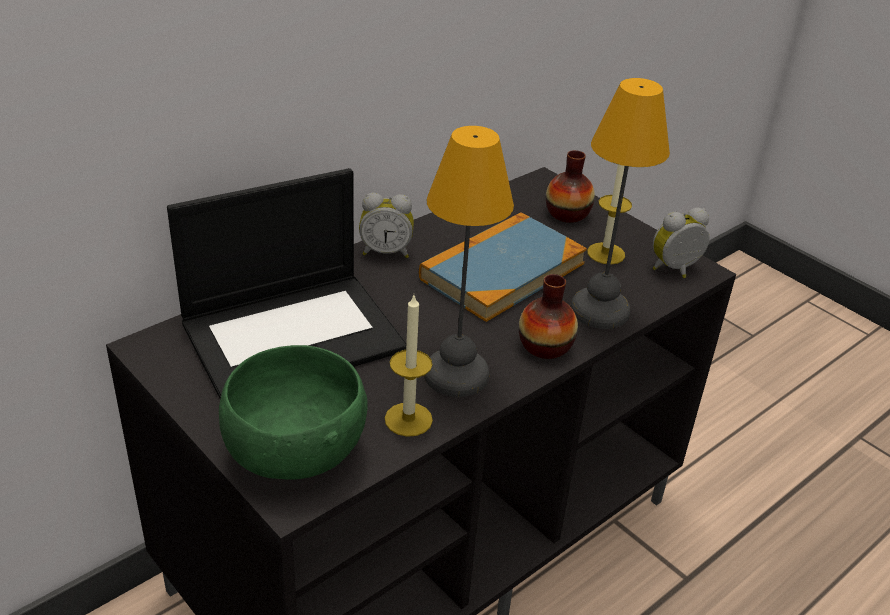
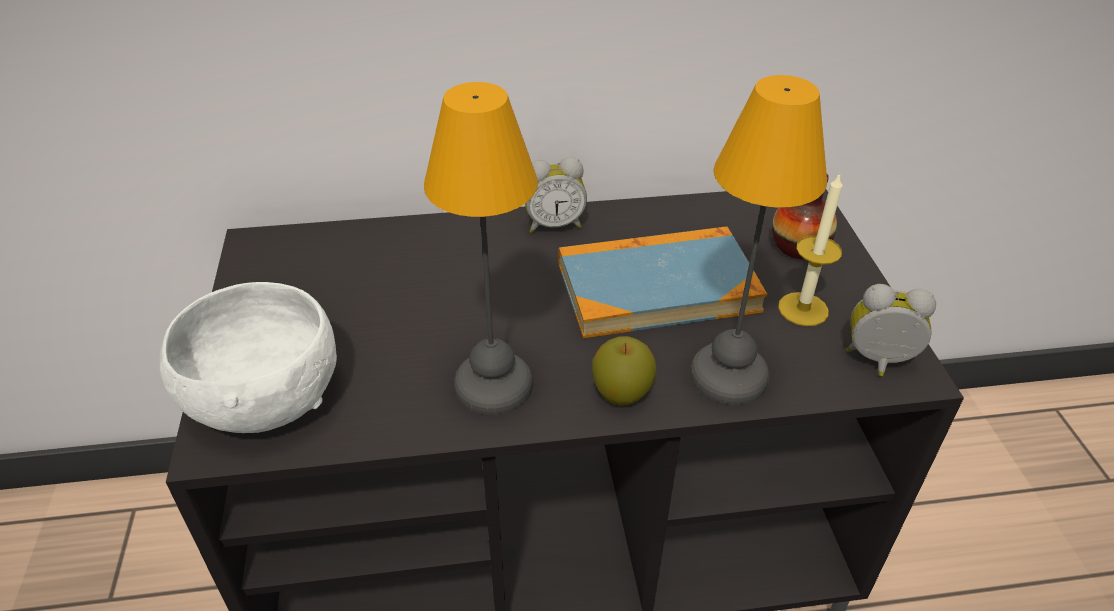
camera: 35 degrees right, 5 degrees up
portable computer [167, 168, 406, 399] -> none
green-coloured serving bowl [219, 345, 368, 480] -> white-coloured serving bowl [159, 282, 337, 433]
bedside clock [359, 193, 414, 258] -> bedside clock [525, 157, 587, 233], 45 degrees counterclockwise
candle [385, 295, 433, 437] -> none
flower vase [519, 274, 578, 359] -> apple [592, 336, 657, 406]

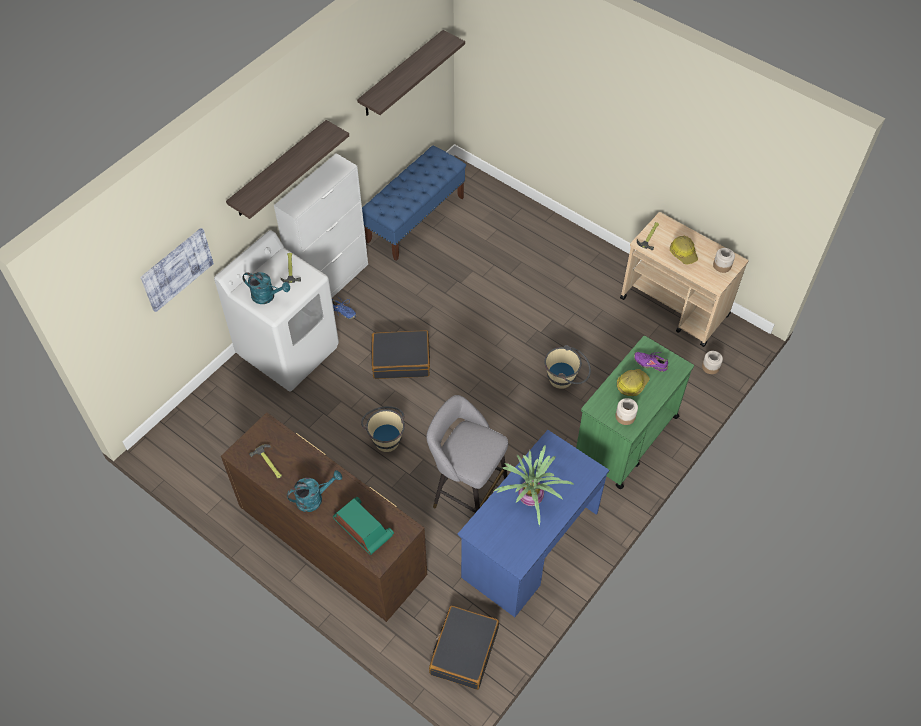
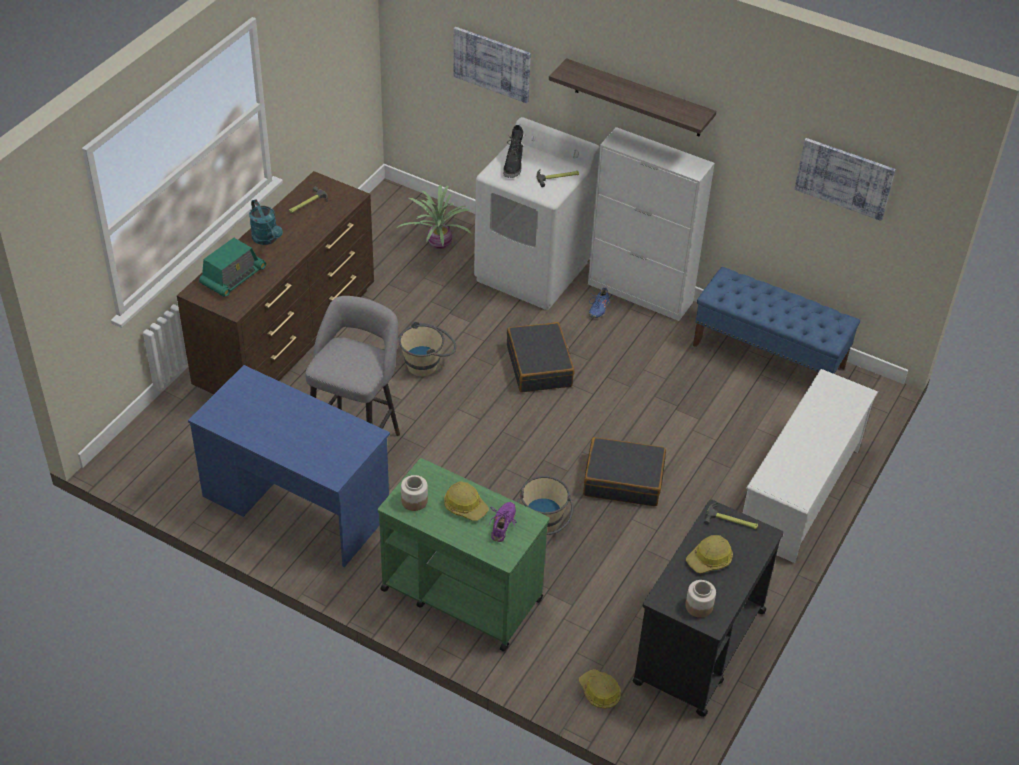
camera: 80 degrees right, 10 degrees down
turquoise sprinkling can [242, 272, 290, 304] -> blackish boot [503, 125, 524, 178]
bracket shelf [357, 30, 465, 115] -> picture [795, 138, 896, 221]
blackish piece of luggage [429, 605, 499, 690] -> blackish piece of luggage [583, 437, 666, 506], shifted
houseplant [494, 445, 574, 526] -> houseplant [397, 184, 471, 249], shifted
beige wheeled cart [620, 212, 749, 347] -> blackish wheeled cart [632, 499, 784, 717]
jar [702, 351, 723, 374] -> safety helmet [579, 669, 621, 709]
none -> white-coloured shoe shelf [743, 369, 878, 563]

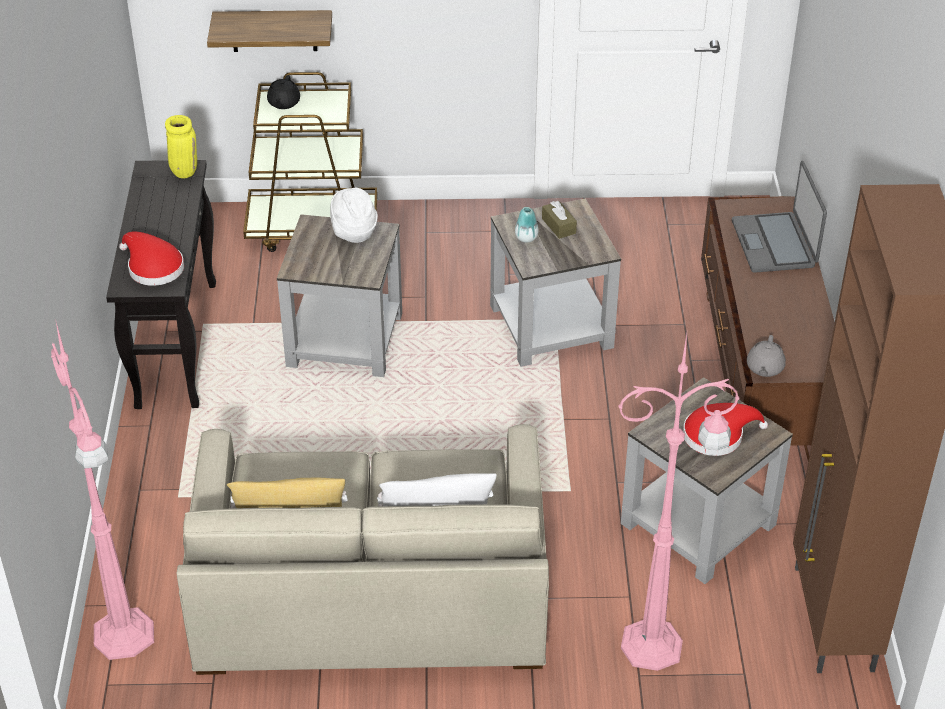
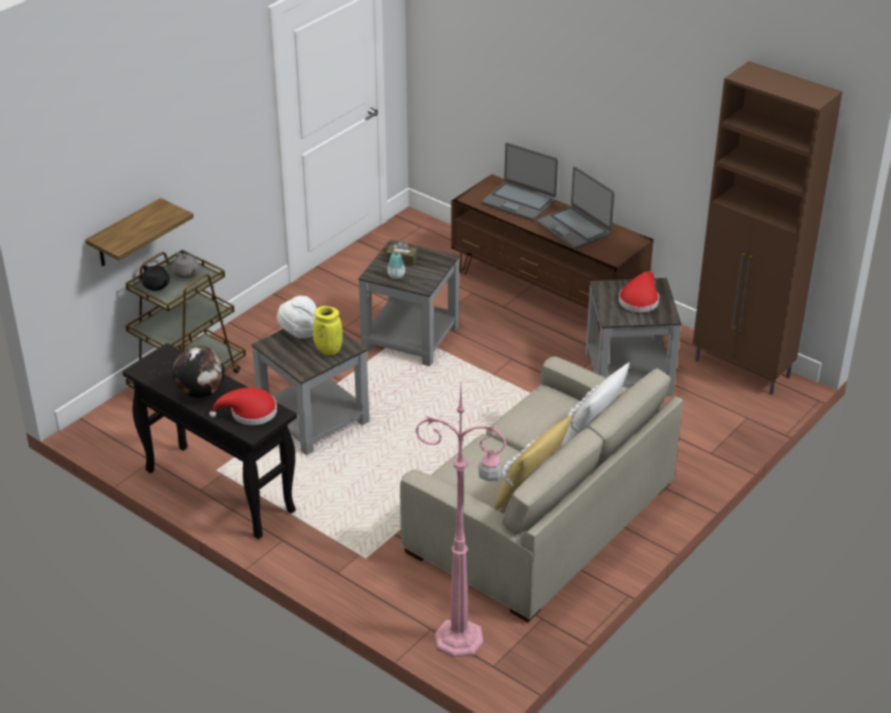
camera: 50 degrees left, 5 degrees down
yellow-coloured flower vase [165, 115, 197, 178] -> yellow-coloured flower vase [313, 306, 343, 356], shifted
pink-coloured standard lamp [618, 334, 739, 671] -> none
greyish teapot [747, 335, 786, 377] -> greyish teapot [172, 252, 200, 278], shifted
none -> world globe [173, 346, 225, 398]
none -> portable computer [537, 166, 615, 249]

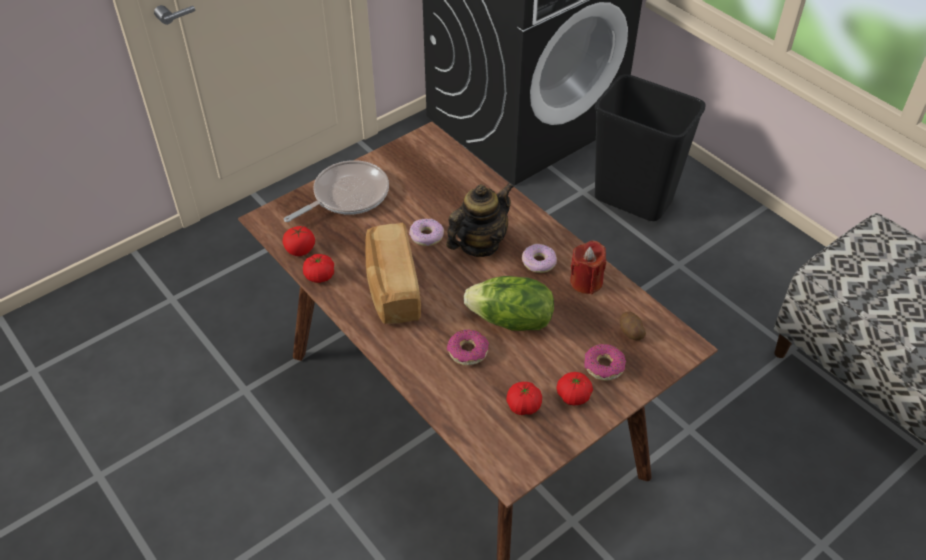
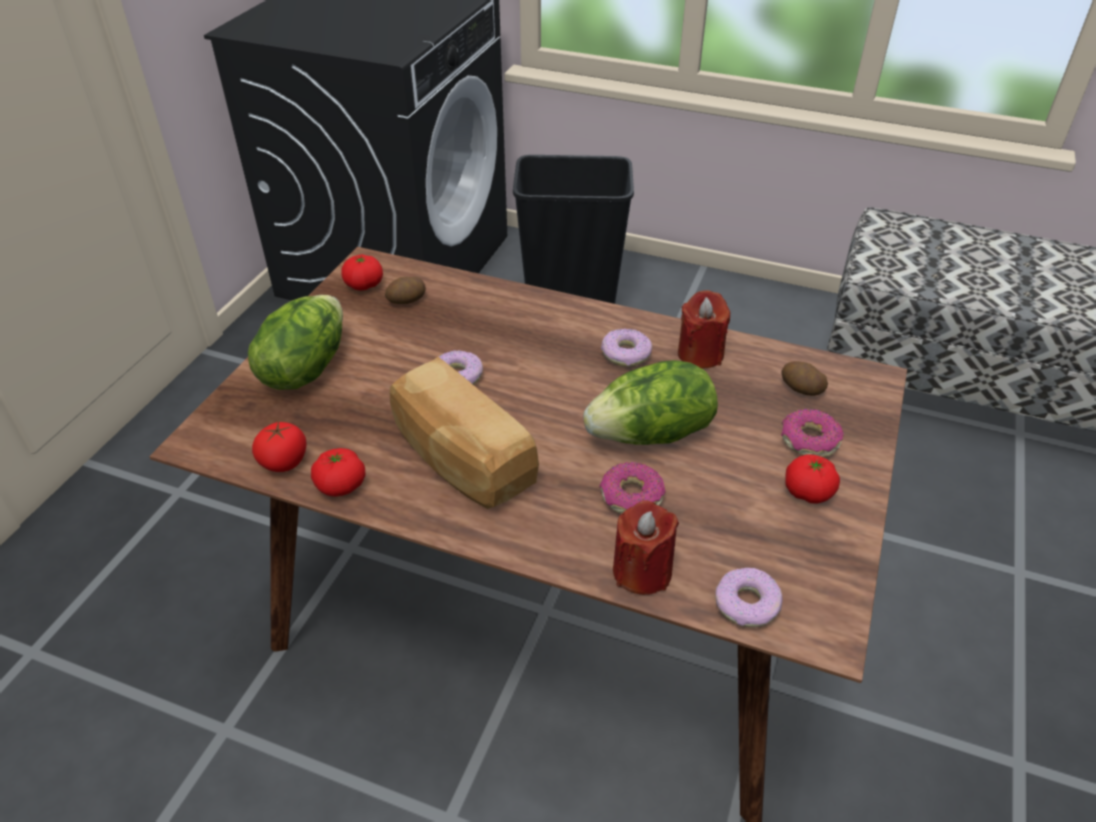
camera: 30 degrees left, 5 degrees down
pan [284, 160, 389, 222] -> head of lettuce [248, 295, 343, 390]
teapot [446, 183, 514, 257] -> none
fresh tomato [506, 382, 542, 415] -> fresh tomato [341, 254, 383, 290], shifted
none -> spud [385, 277, 426, 304]
none -> red candle [613, 500, 679, 595]
none -> ring doughnut [715, 568, 783, 628]

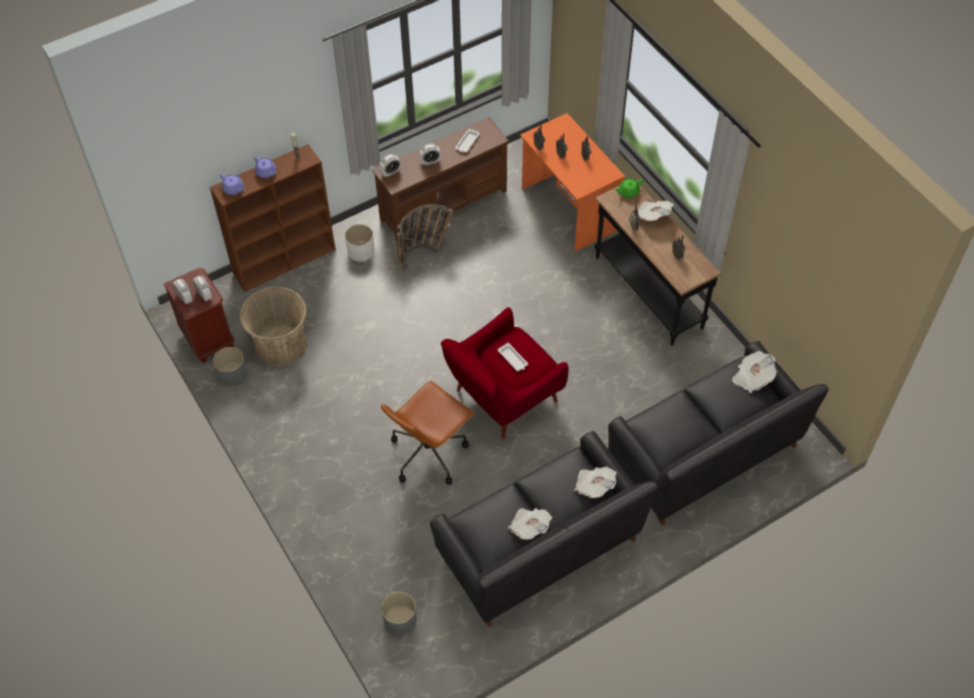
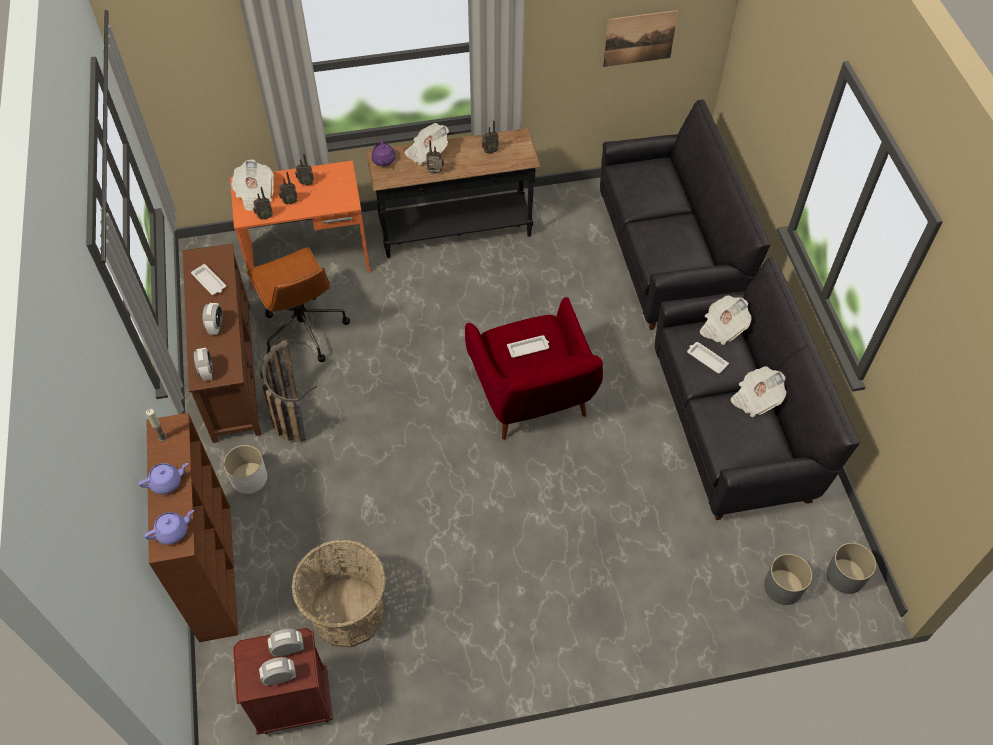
camera: 70 degrees left, 0 degrees up
greyish plant pot [213, 347, 247, 386] -> greyish plant pot [827, 543, 876, 594], shifted
brownish office chair [381, 381, 475, 485] -> brownish office chair [247, 247, 350, 362], shifted
green-coloured teapot [615, 178, 643, 198] -> purple-coloured teapot [371, 139, 396, 167]
printed paper [732, 351, 777, 393] -> printed paper [231, 160, 274, 211], shifted
none -> picture [603, 10, 678, 67]
none -> white-coloured tray [687, 342, 729, 374]

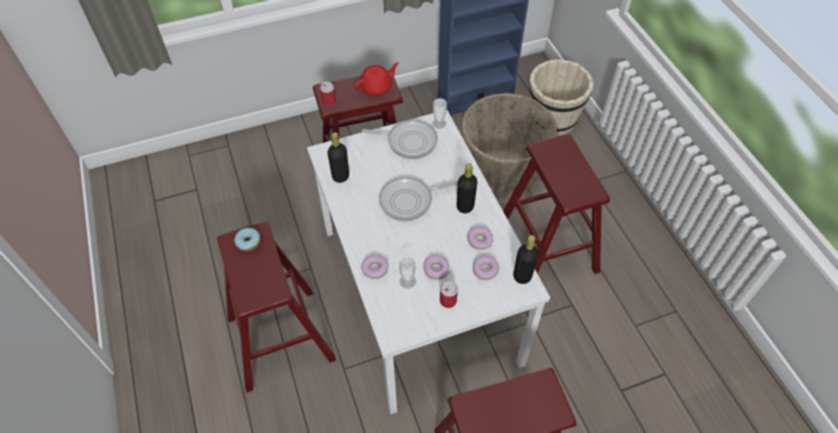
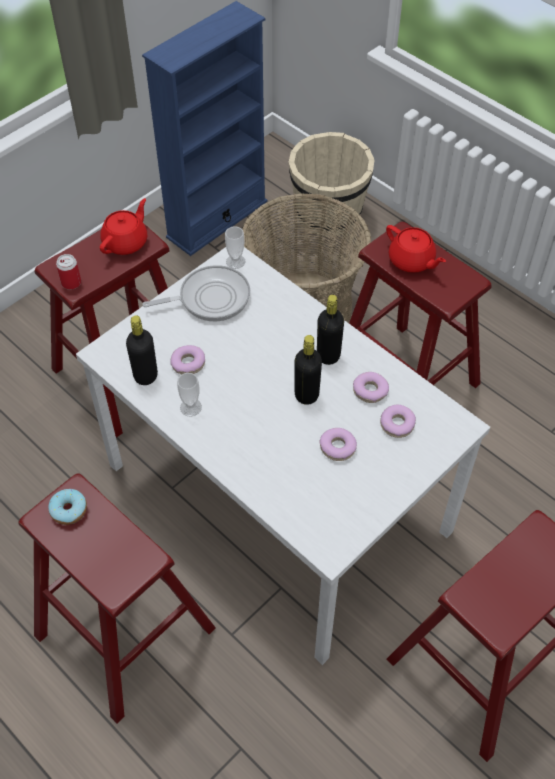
camera: 25 degrees left, 0 degrees up
ring doughnut [361, 255, 389, 279] -> ring doughnut [170, 345, 205, 374], shifted
pan [379, 177, 458, 221] -> none
cup [399, 257, 416, 289] -> cup [177, 373, 202, 417], shifted
sealed can [440, 281, 458, 308] -> none
blackish bottle [513, 235, 539, 284] -> blackish bottle [295, 335, 322, 405], shifted
none -> red teapot [386, 225, 446, 273]

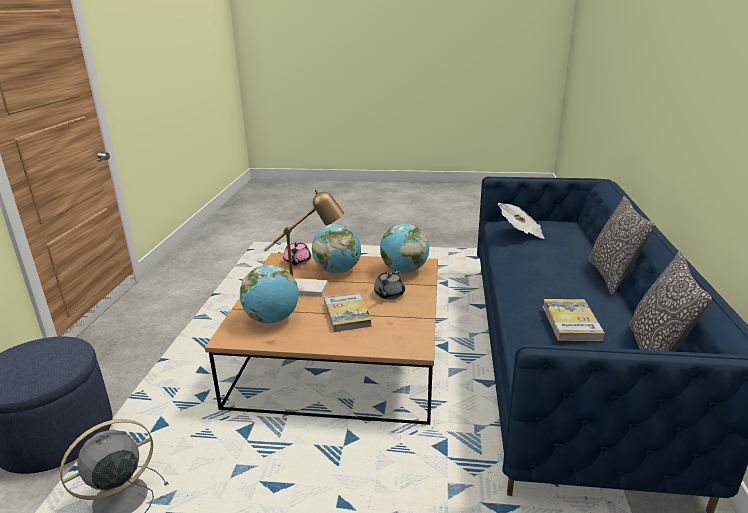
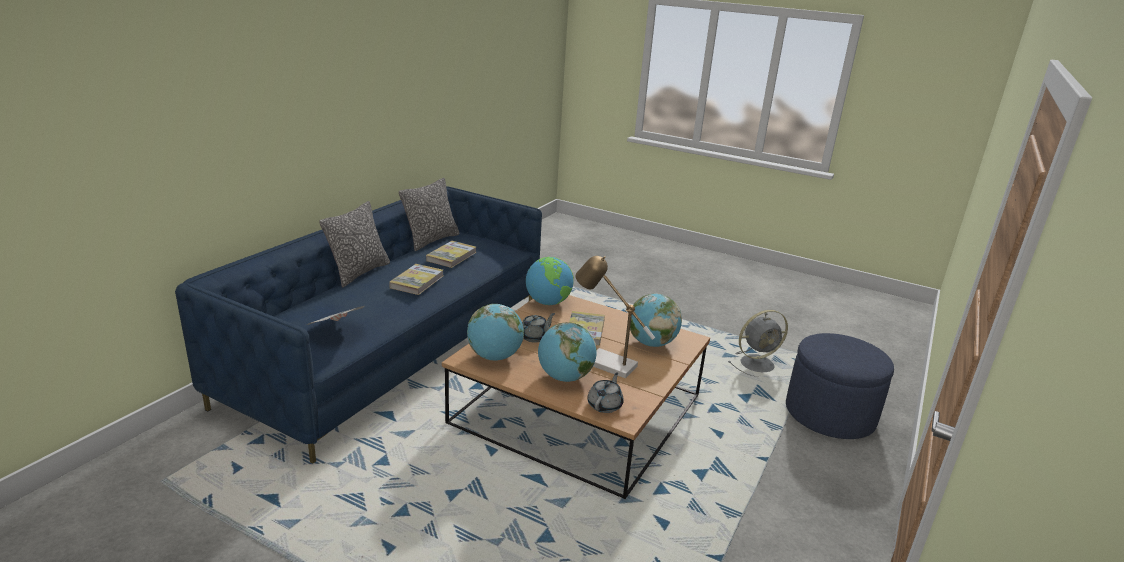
camera: 160 degrees left, 0 degrees up
pink-coloured teapot [283, 241, 311, 266] -> greyish teapot [587, 372, 624, 413]
none -> volume [389, 264, 443, 295]
none -> world globe [526, 257, 574, 305]

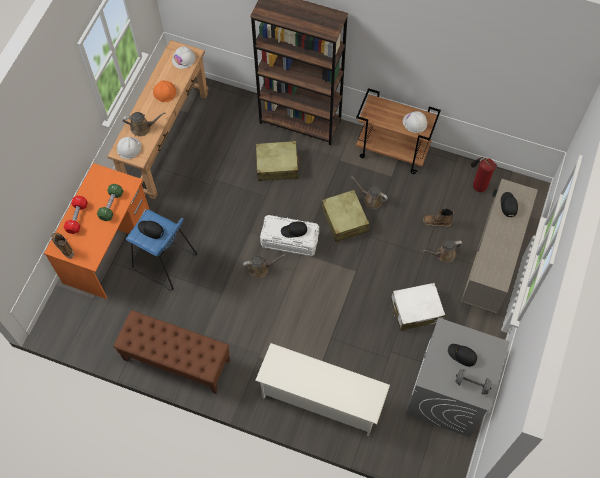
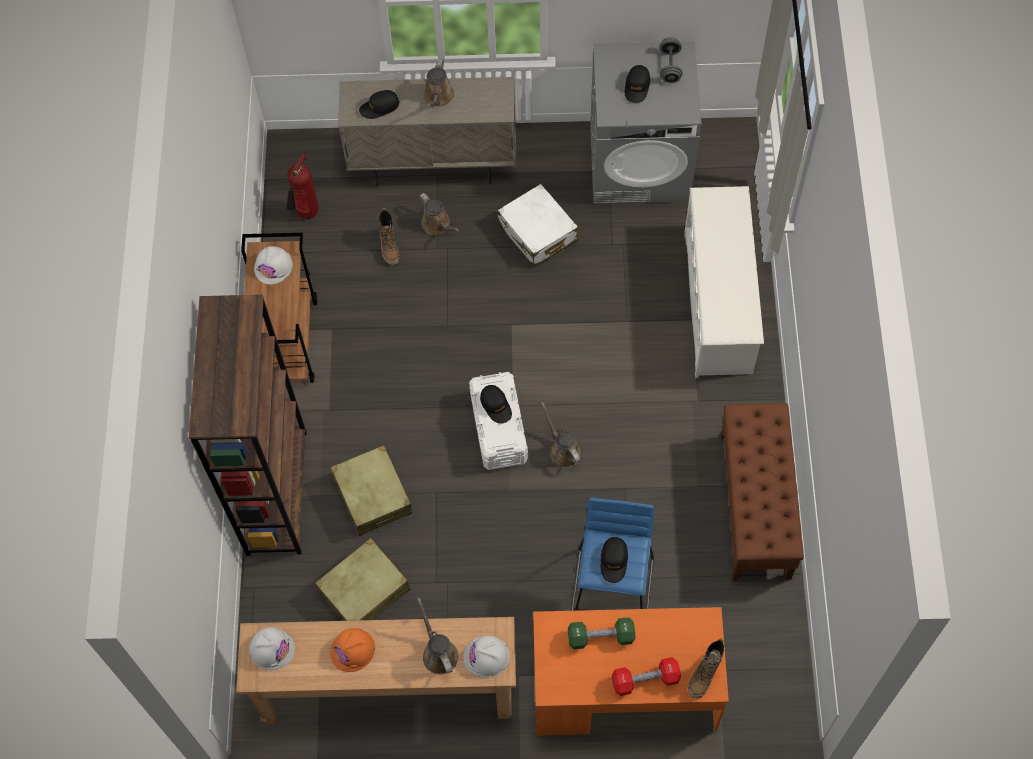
camera: 110 degrees left, 0 degrees up
beige piece of luggage [322, 190, 369, 242] -> beige piece of luggage [315, 538, 410, 621], shifted
brownish sprinkling can [351, 176, 388, 209] -> brownish sprinkling can [424, 59, 454, 107], shifted

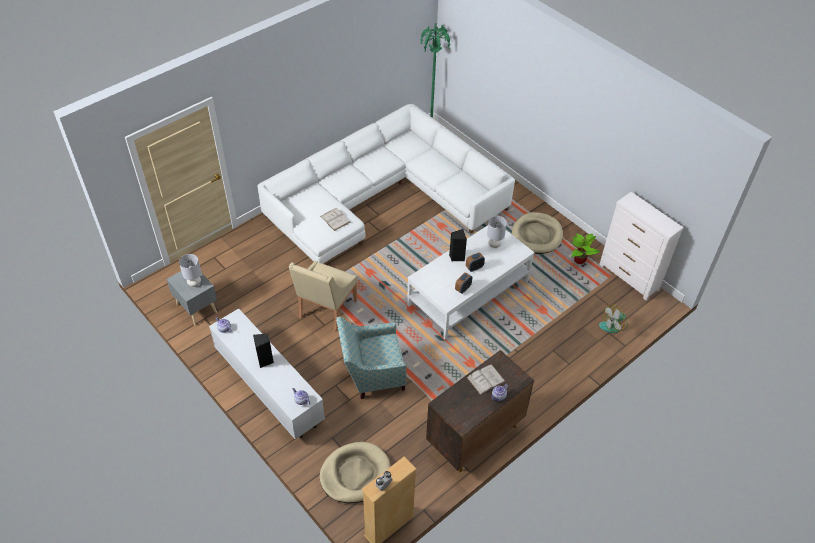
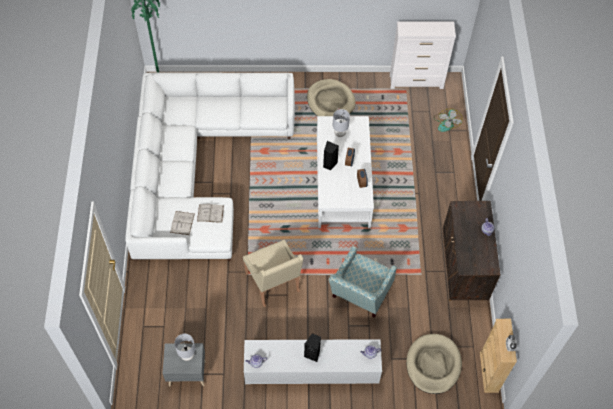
camera: 50 degrees left, 10 degrees up
white-coloured volume [466, 364, 506, 395] -> white-coloured volume [170, 211, 195, 235], shifted
houseplant [572, 233, 600, 264] -> none

